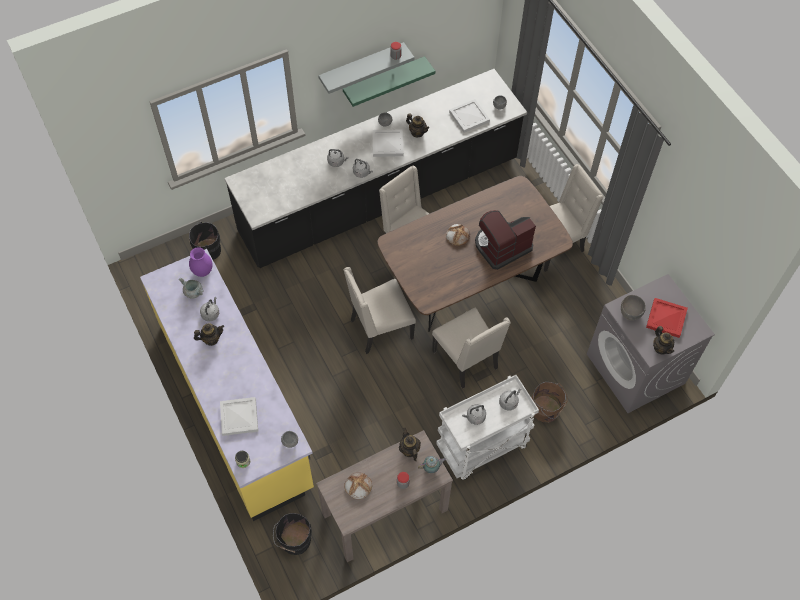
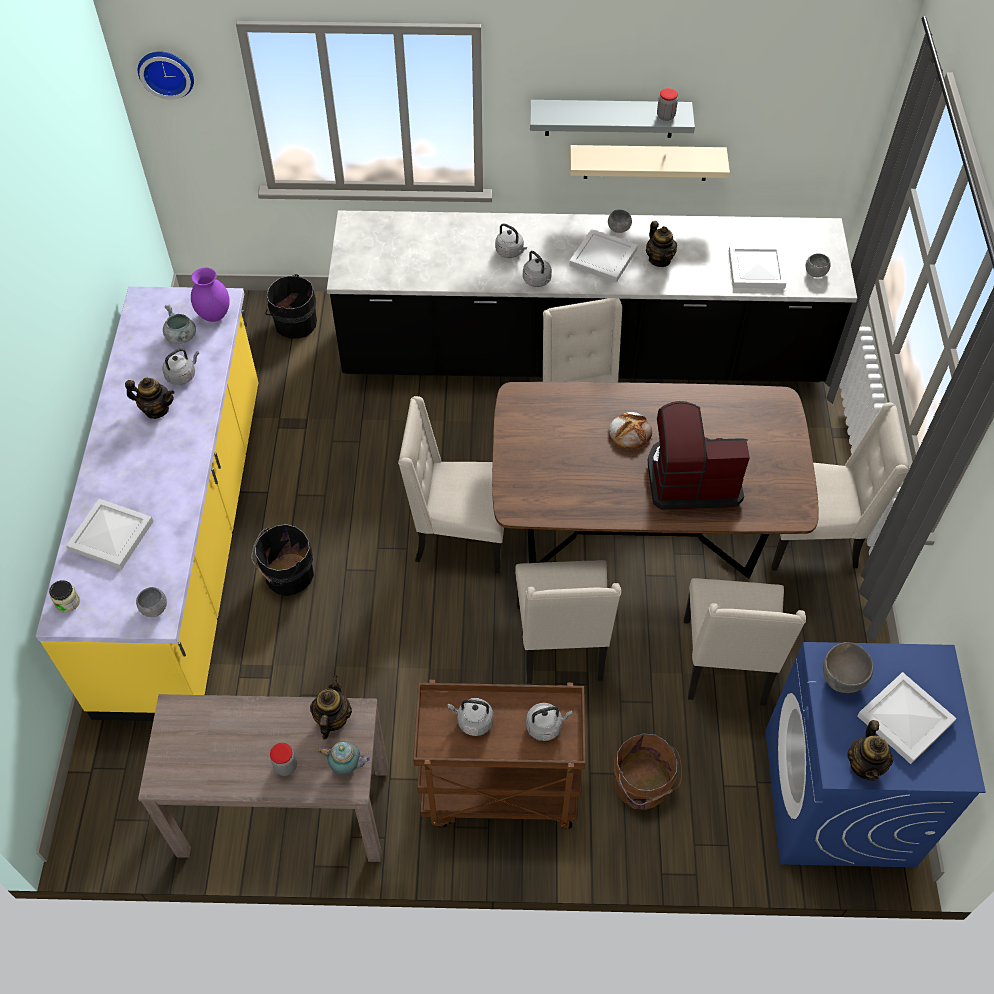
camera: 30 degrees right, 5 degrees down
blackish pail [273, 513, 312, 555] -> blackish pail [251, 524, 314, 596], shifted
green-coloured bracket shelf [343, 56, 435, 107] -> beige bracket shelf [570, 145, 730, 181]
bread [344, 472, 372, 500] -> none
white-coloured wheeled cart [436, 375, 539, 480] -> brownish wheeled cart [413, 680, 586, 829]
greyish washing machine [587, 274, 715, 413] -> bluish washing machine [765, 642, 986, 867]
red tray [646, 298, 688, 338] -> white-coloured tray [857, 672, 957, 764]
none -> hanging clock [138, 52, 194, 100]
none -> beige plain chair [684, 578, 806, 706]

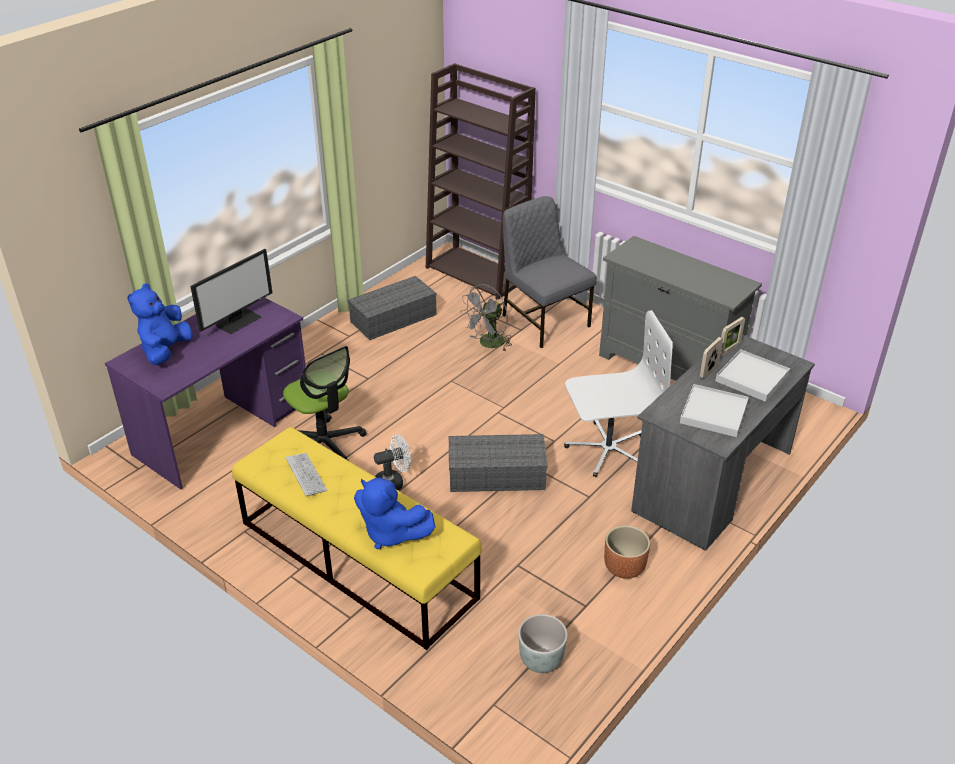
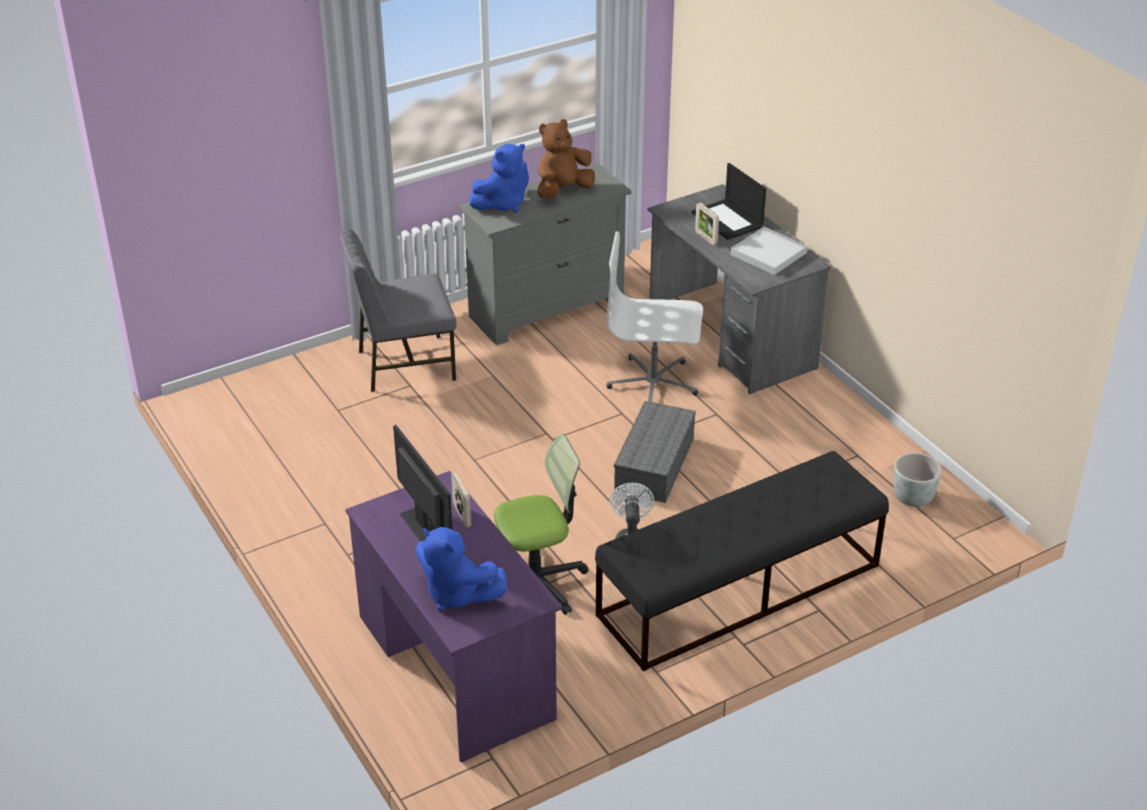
camera: 70 degrees left, 0 degrees up
yellow-coloured indoor bench [232, 427, 482, 650] -> blackish indoor bench [595, 451, 889, 671]
computer keyboard [286, 453, 327, 497] -> none
greyish storage box [348, 276, 437, 340] -> none
bluish cuddly toy [354, 478, 435, 549] -> bluish cuddly toy [470, 144, 529, 212], shifted
brownish bookshelf [426, 63, 536, 300] -> none
greyish fan [460, 284, 512, 351] -> none
white-coloured office chair [564, 310, 673, 477] -> white-coloured office chair [607, 231, 703, 402], 90 degrees counterclockwise
brownish plant pot [604, 525, 650, 579] -> none
white-coloured tray [715, 349, 790, 402] -> portable computer [691, 163, 766, 240]
photo frame [720, 317, 745, 356] -> photo frame [451, 473, 471, 528], shifted
none -> brownish cuddly toy [537, 119, 595, 198]

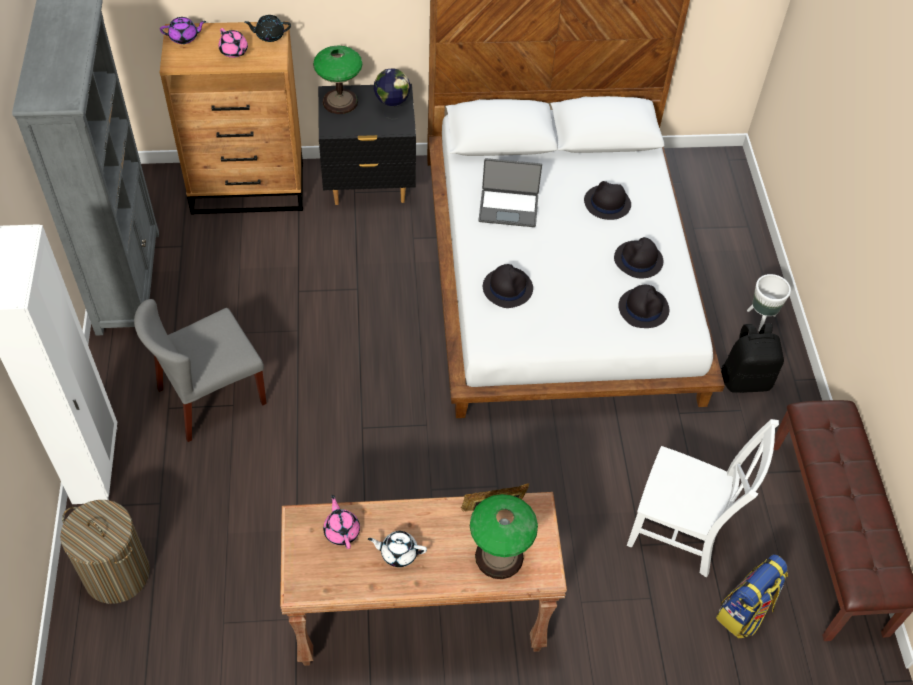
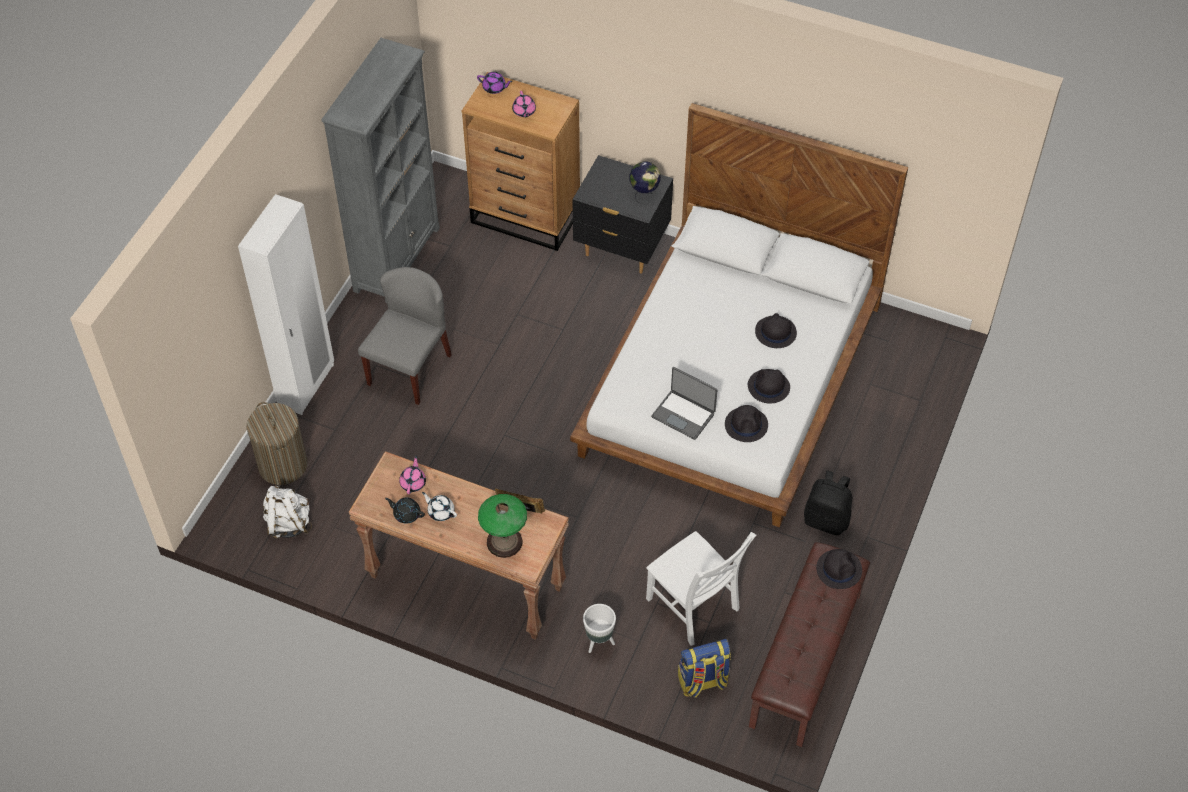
camera: 30 degrees right, 0 degrees up
greyish plain chair [134, 299, 267, 442] -> greyish plain chair [358, 267, 452, 405], 120 degrees clockwise
blackish teapot [244, 15, 291, 42] -> blackish teapot [385, 497, 425, 524], shifted
table lamp [313, 45, 363, 114] -> none
portable computer [478, 158, 542, 227] -> portable computer [651, 367, 717, 440], shifted
blackish wearable hat [483, 264, 533, 308] -> blackish wearable hat [816, 549, 862, 589], shifted
white-coloured plant pot [747, 274, 791, 332] -> white-coloured plant pot [583, 604, 616, 653], shifted
none -> white-coloured rucksack [263, 484, 312, 538]

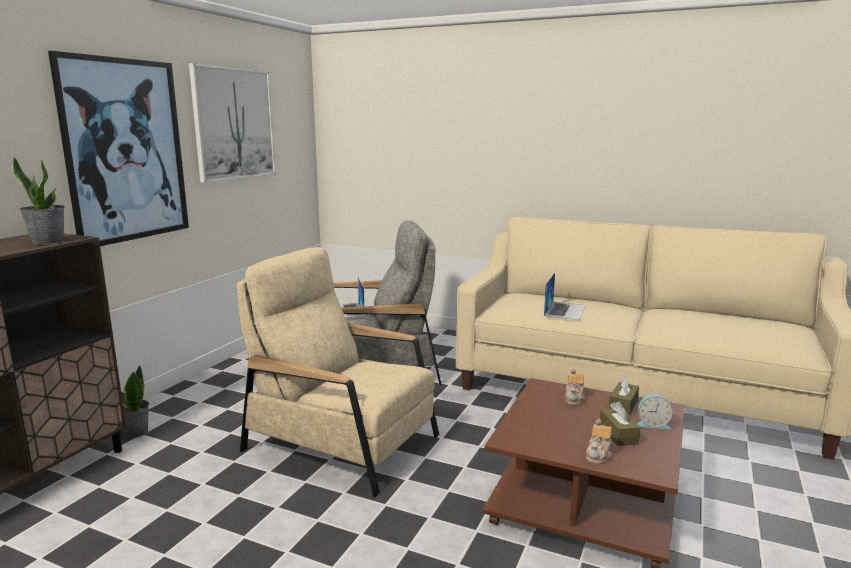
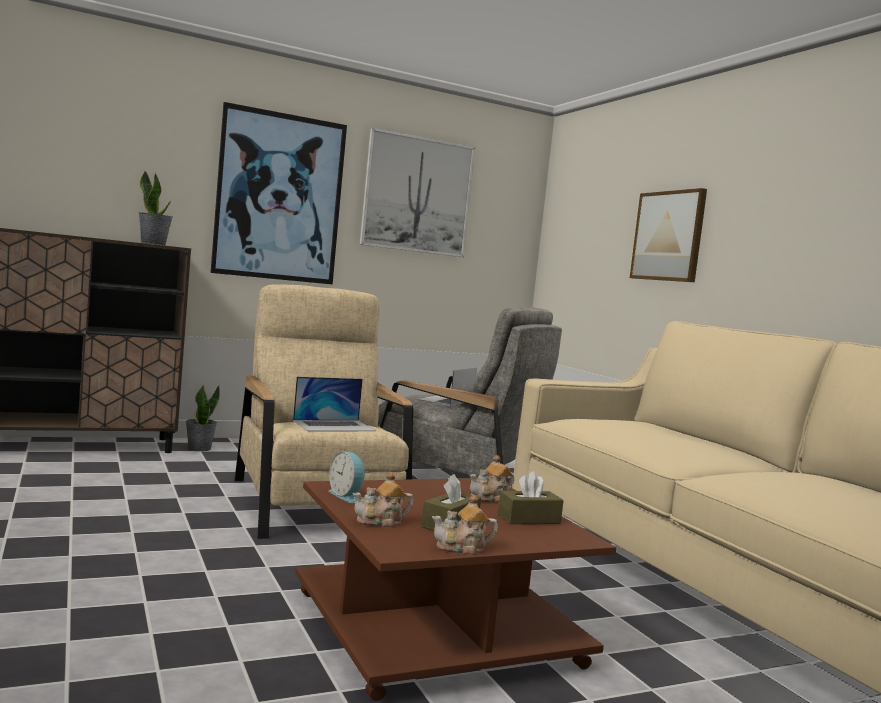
camera: 40 degrees right, 10 degrees down
portable computer [544, 273, 586, 320] -> portable computer [293, 377, 376, 431], shifted
bedside clock [637, 394, 673, 429] -> bedside clock [328, 452, 367, 503], shifted
none -> teapot [432, 495, 498, 555]
none -> picture [630, 188, 707, 282]

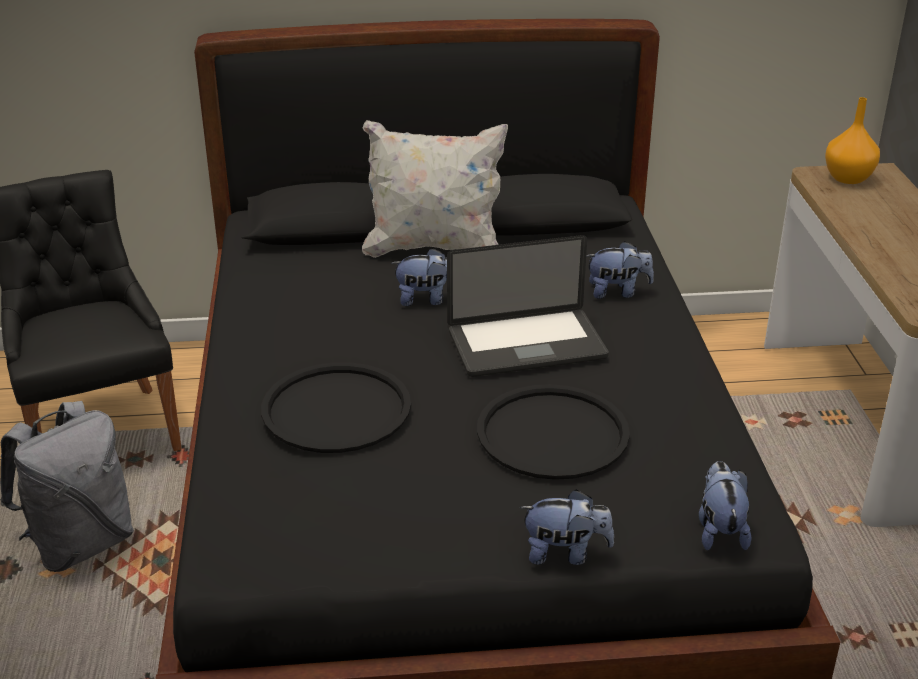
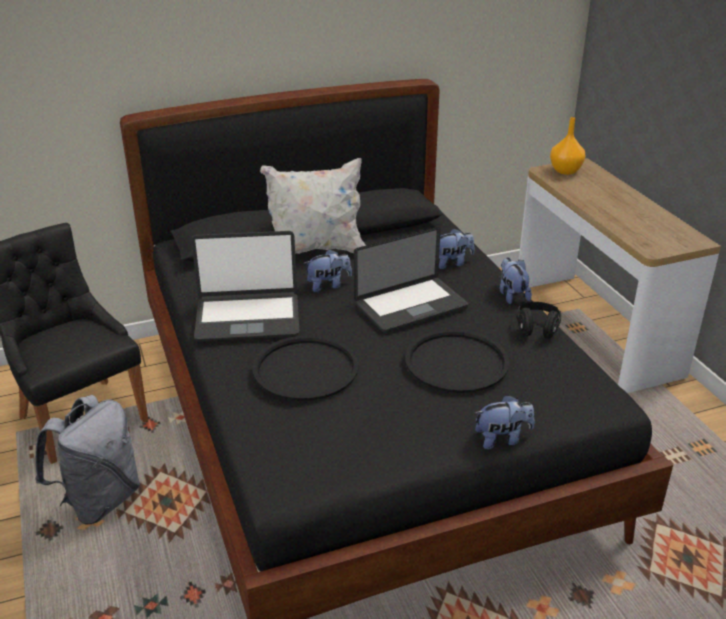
camera: 15 degrees left, 0 degrees up
cuddly toy [699, 461, 751, 551] -> cuddly toy [500, 257, 532, 304], shifted
none -> portable computer [191, 231, 300, 341]
none -> blackish pair of headphones [517, 302, 561, 339]

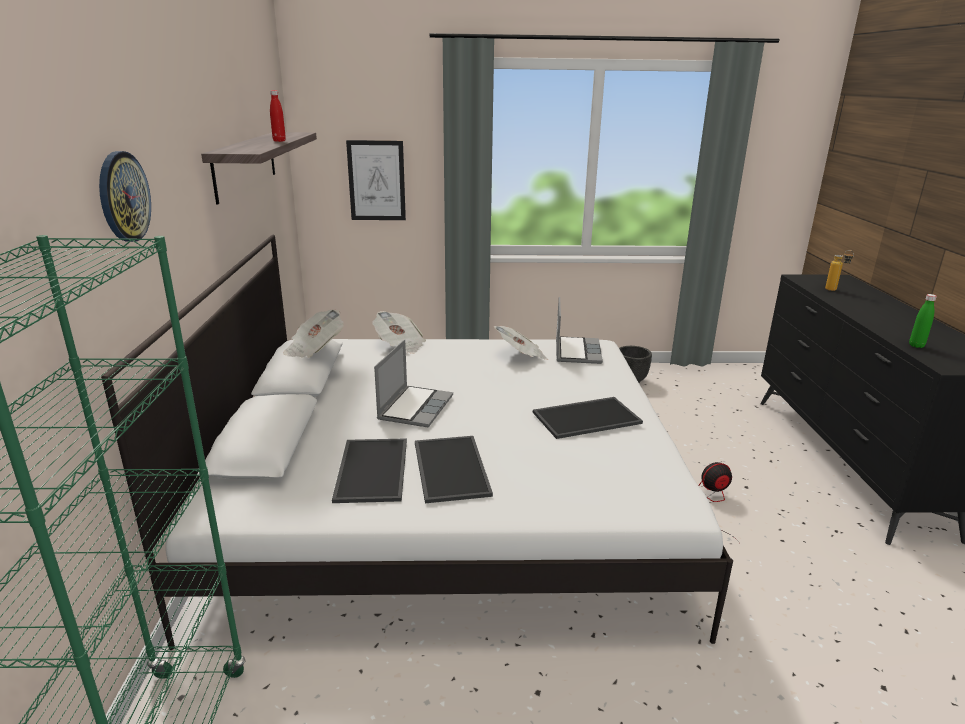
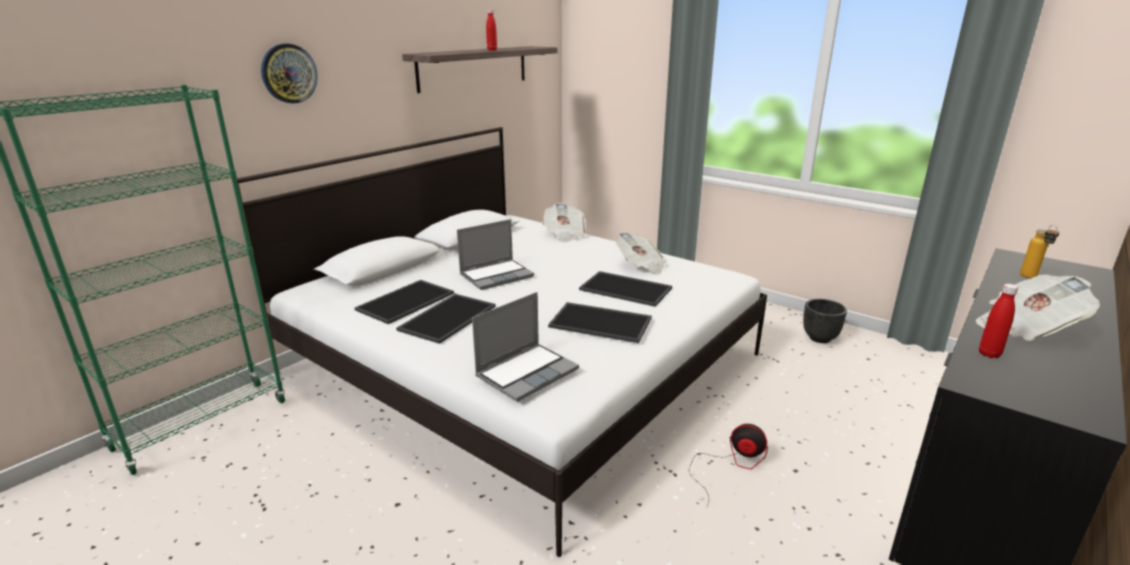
camera: 40 degrees right, 0 degrees up
printed paper [283, 309, 344, 358] -> printed paper [976, 274, 1100, 341], shifted
picture [346, 140, 406, 220] -> none
portable computer [556, 297, 603, 364] -> portable computer [472, 292, 579, 402], shifted
green-coloured bottle [909, 294, 937, 348] -> red bottle [979, 284, 1018, 358]
none -> tray [579, 271, 672, 307]

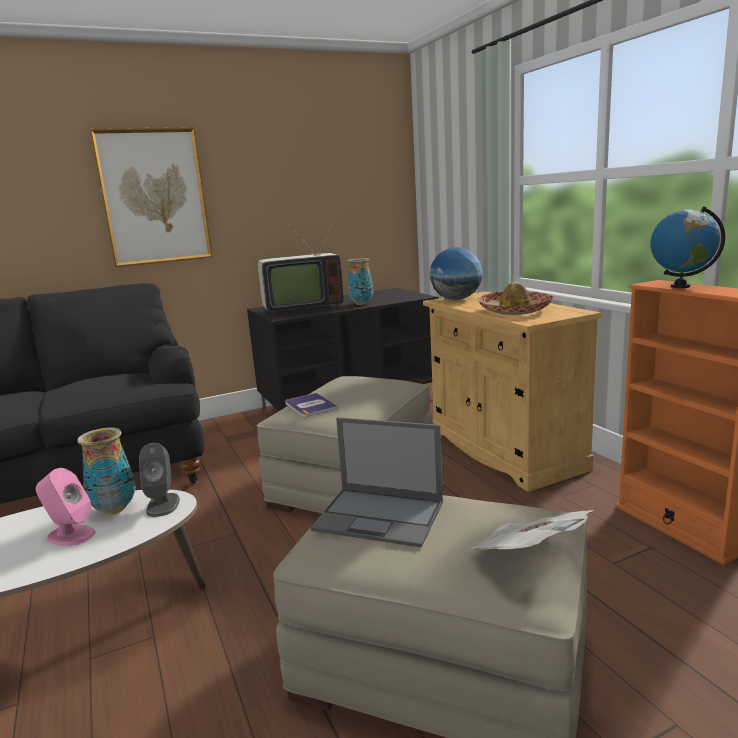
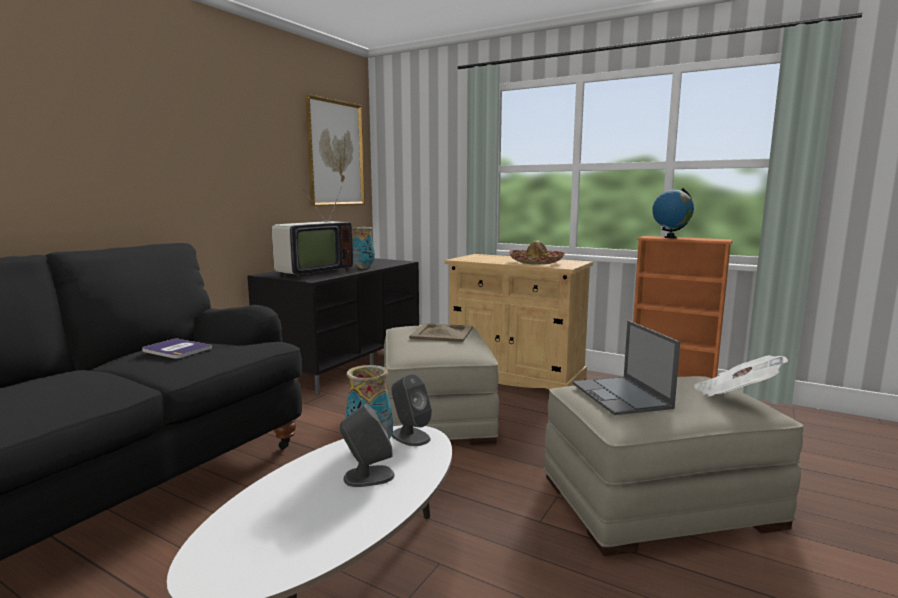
camera: 35 degrees left, 5 degrees down
pink-coloured loudspeaker [36, 468, 96, 546] -> greyish loudspeaker [339, 404, 395, 487]
picture [89, 127, 213, 267] -> picture [305, 94, 365, 206], shifted
volume [285, 393, 338, 417] -> volume [142, 338, 212, 359], shifted
portable computer [311, 417, 443, 548] -> portable computer [572, 321, 680, 415], 90 degrees clockwise
world globe [430, 247, 482, 300] -> none
none -> beige tray [409, 323, 473, 342]

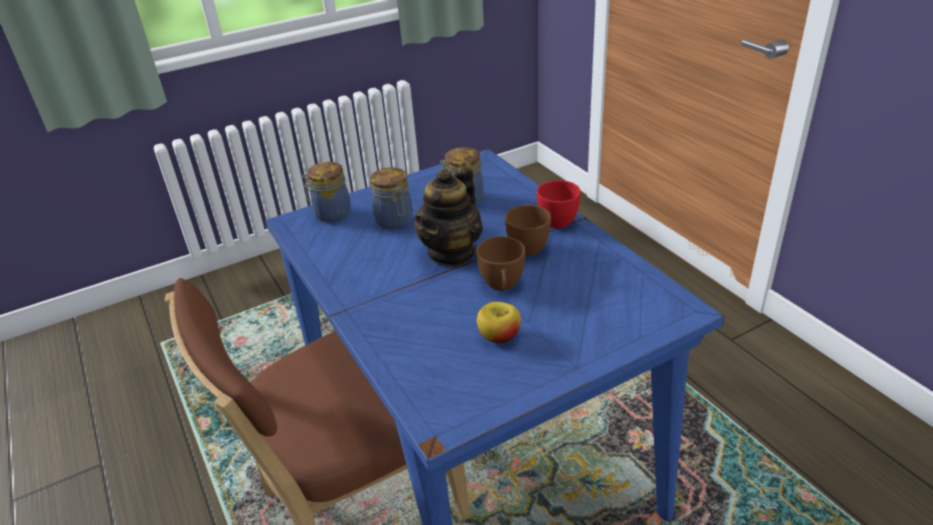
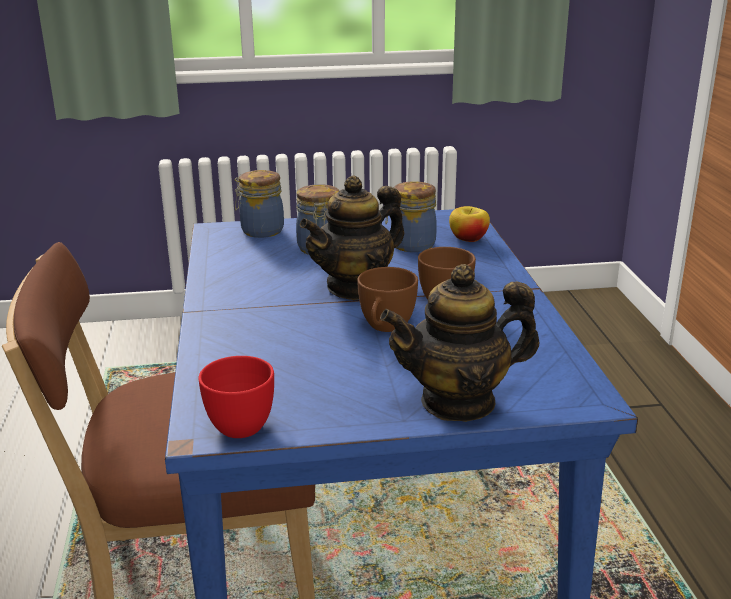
camera: 20 degrees right, 10 degrees down
apple [477, 302, 521, 343] -> apple [449, 206, 490, 242], shifted
red cup [537, 180, 581, 228] -> red cup [199, 356, 274, 438], shifted
none -> teapot [380, 264, 540, 422]

